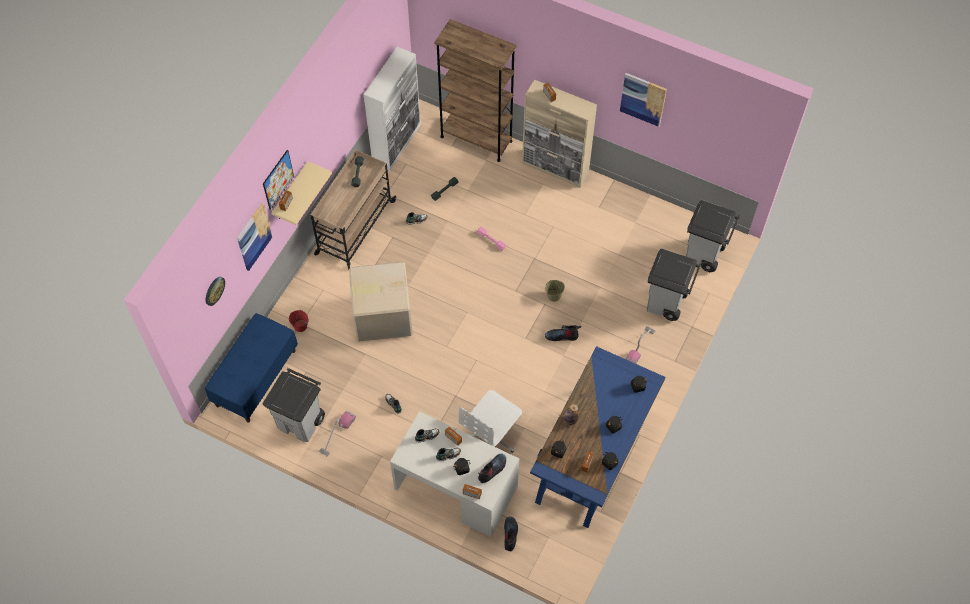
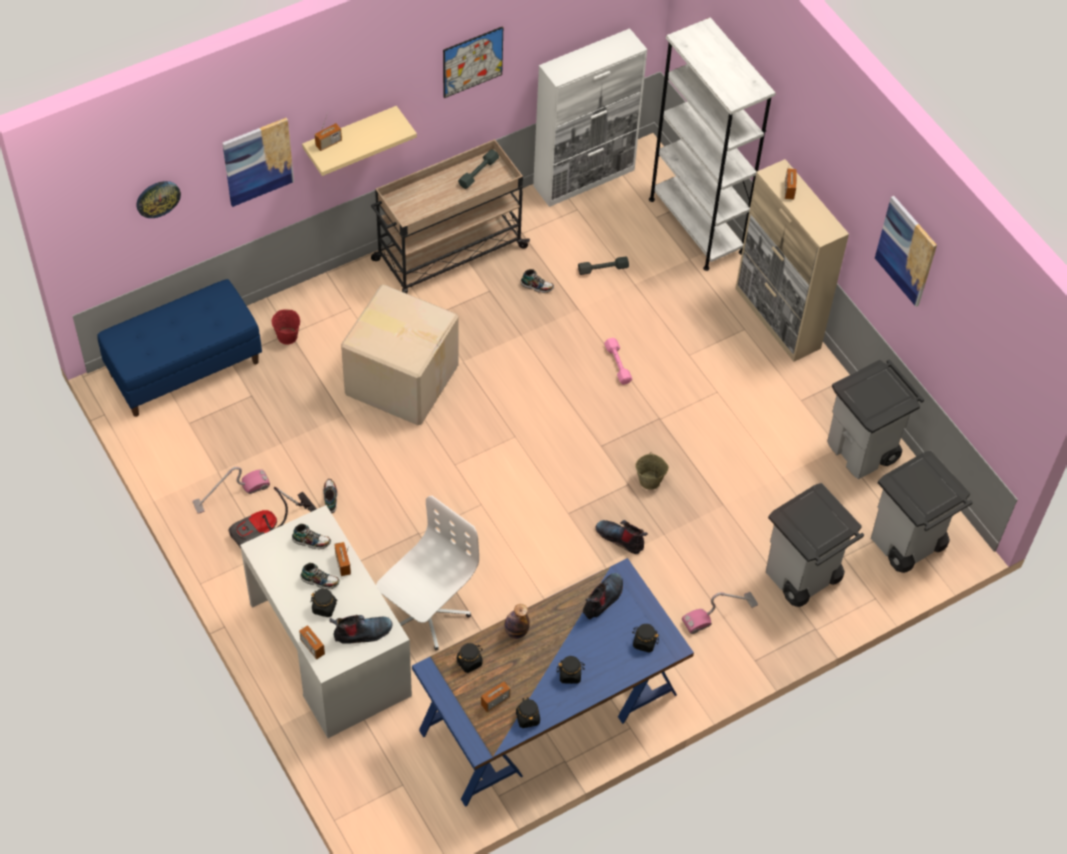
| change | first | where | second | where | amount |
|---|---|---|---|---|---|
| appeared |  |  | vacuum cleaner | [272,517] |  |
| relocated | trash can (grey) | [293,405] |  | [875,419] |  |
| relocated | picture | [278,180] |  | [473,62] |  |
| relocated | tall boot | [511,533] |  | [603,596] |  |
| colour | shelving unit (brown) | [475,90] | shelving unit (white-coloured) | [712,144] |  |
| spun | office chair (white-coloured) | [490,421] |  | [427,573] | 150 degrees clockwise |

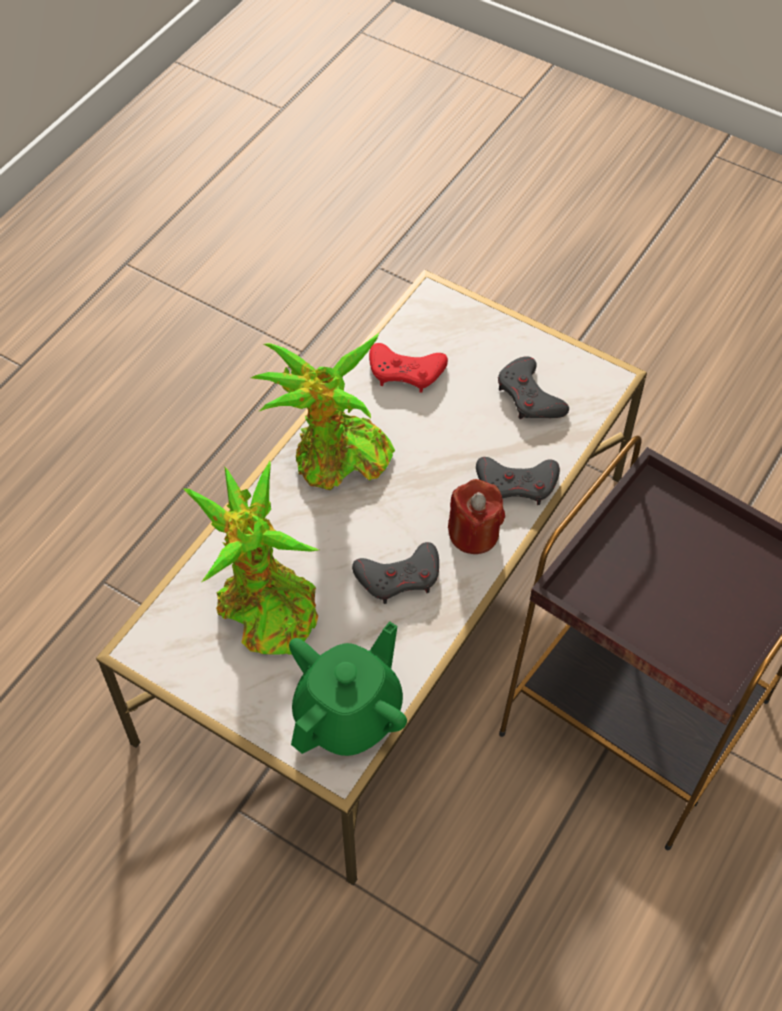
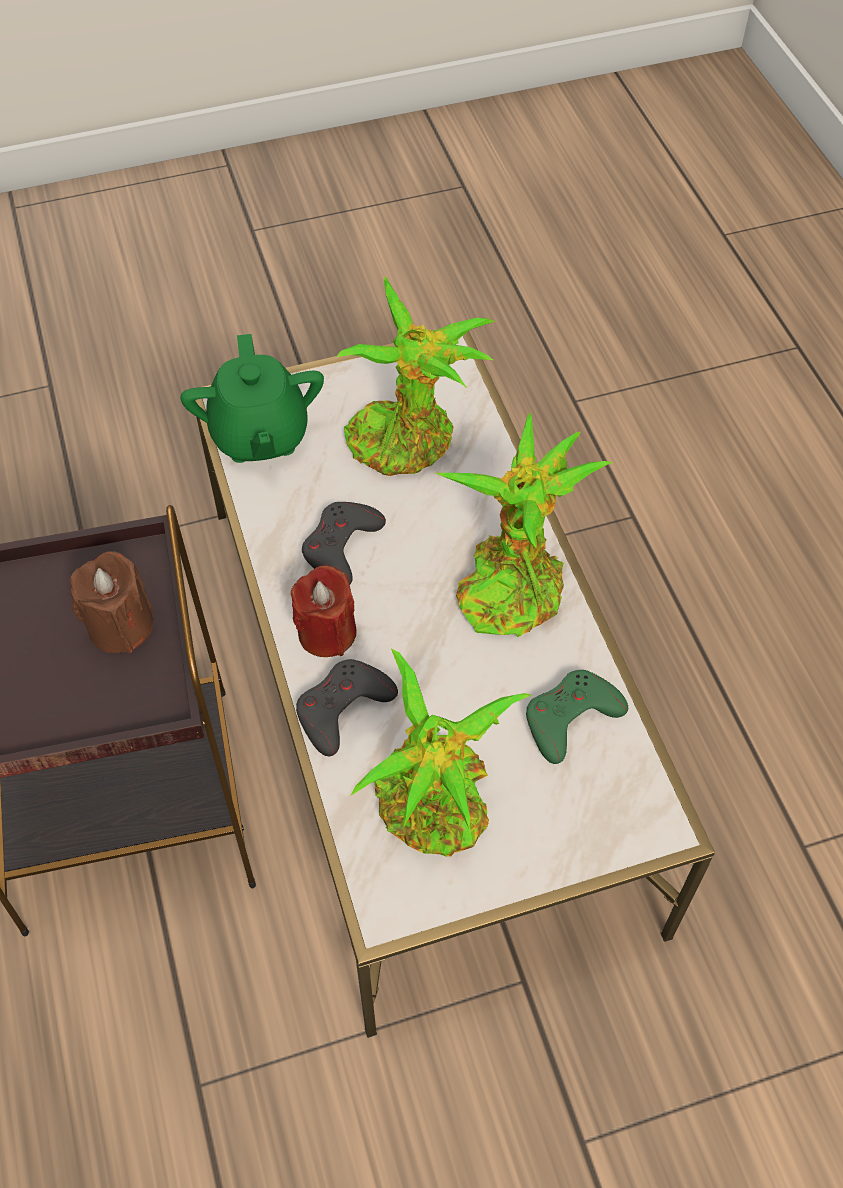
| change | first | where | second | where | amount |
|---|---|---|---|---|---|
| appeared |  |  | candle (brown) | [111,602] |  |
| exchanged | game controller (grey) | [533,387] | potted plant | [441,753] |  |
| colour | game controller (red-coloured) | [408,367] | game controller (green) | [577,717] |  |

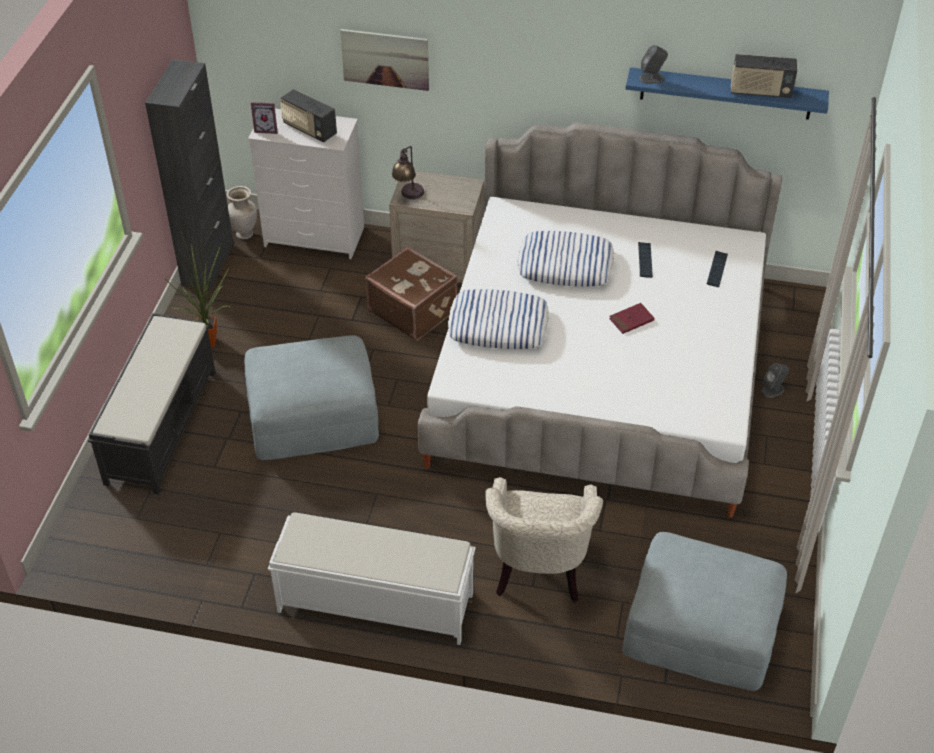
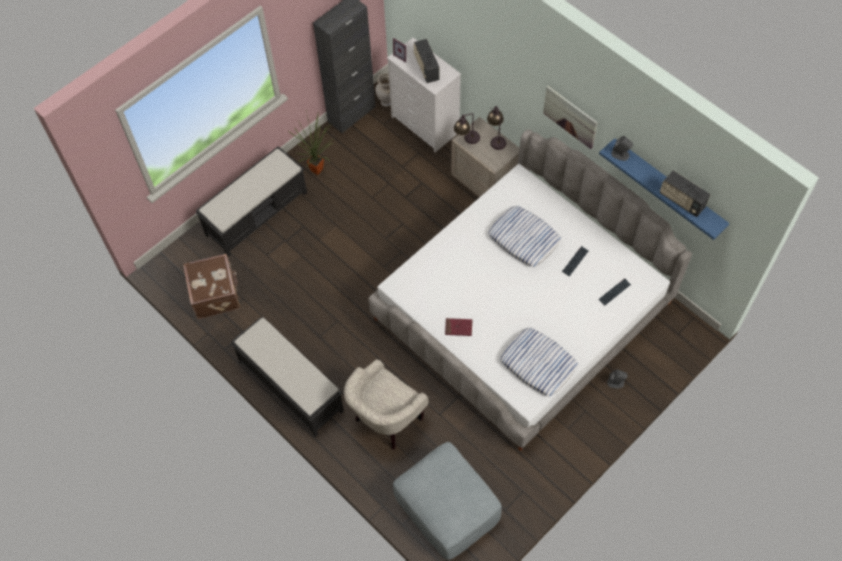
| change | first | where | second | where | amount |
|---|---|---|---|---|---|
| missing | pouffe (grey) | [311,397] |  |  |  |
| appeared |  |  | table lamp | [496,128] |  |
| relocated | picture | [384,60] |  | [570,117] |  |
| relocated | travel case (brown) | [411,294] |  | [211,286] |  |
| relocated | cushion | [498,319] |  | [539,362] |  |
| relocated | book (red-coloured) | [632,318] |  | [458,327] |  |
| colour | long seat (white-coloured) | [372,579] | long seat (blackish) | [287,377] |  |

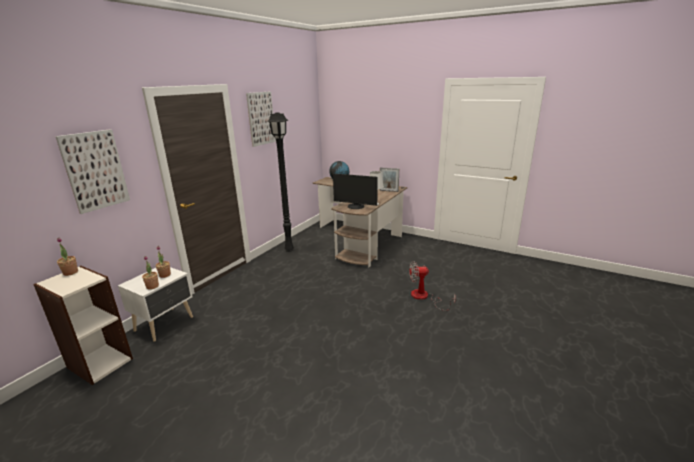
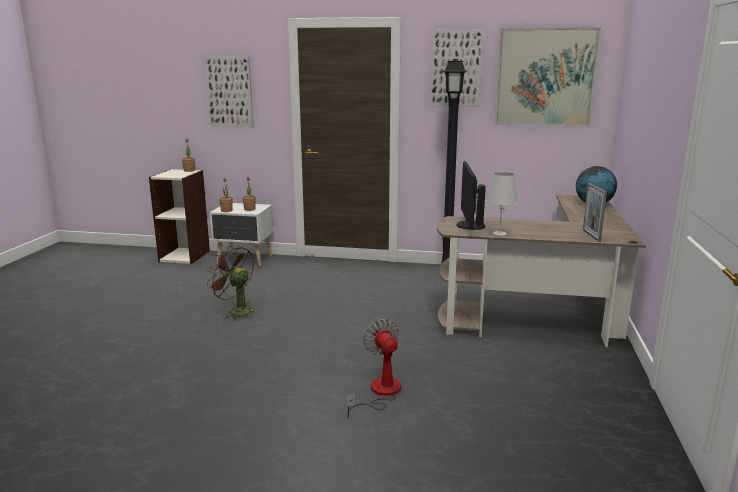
| change | first | where | second | where | amount |
|---|---|---|---|---|---|
| appeared |  |  | electric fan (brown) | [230,282] |  |
| appeared |  |  | picture | [547,77] |  |

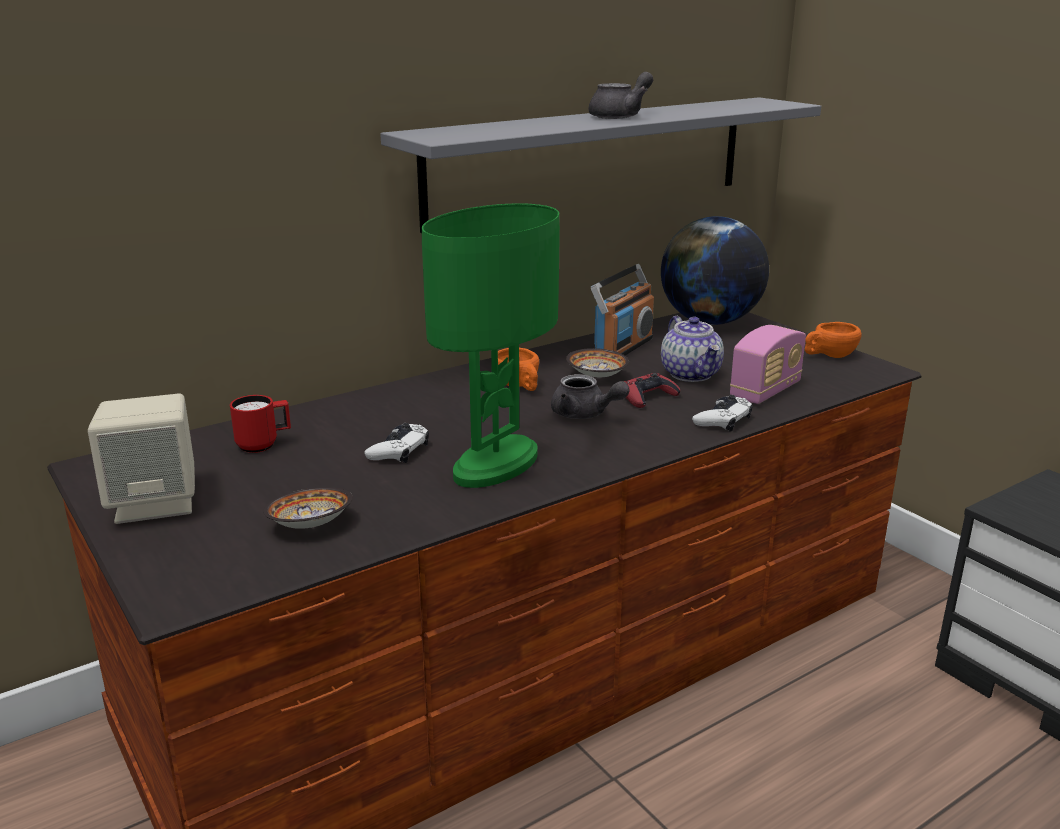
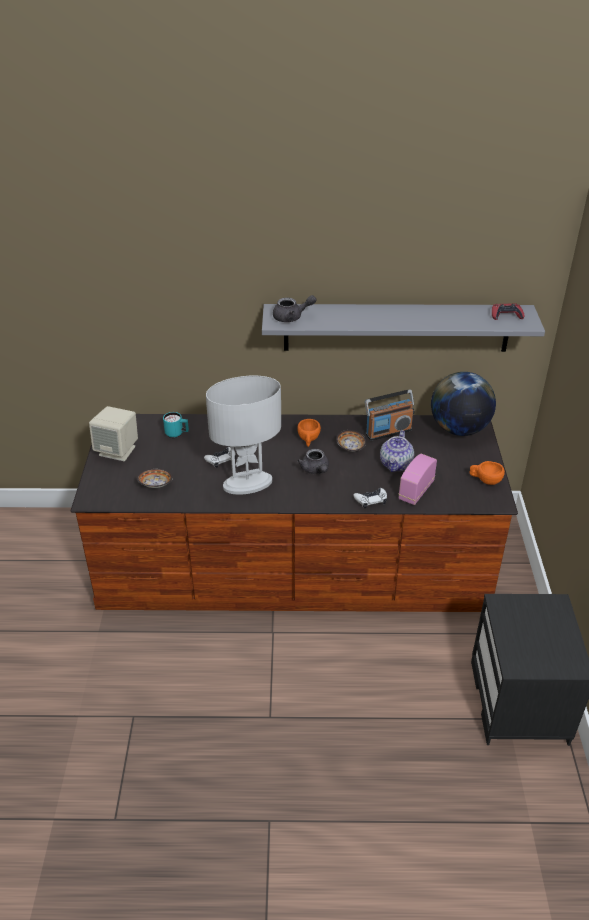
| change | first | where | second | where | amount |
|---|---|---|---|---|---|
| relocated | tea pot (grey) | [620,95] |  | [295,308] |  |
| relocated | game controller (red-coloured) | [652,390] |  | [508,311] |  |
| colour | mug (red-coloured) | [260,424] | mug (turquoise-coloured) | [176,425] |  |
| colour | table lamp (green) | [491,346] | table lamp (white-coloured) | [243,435] |  |
| spun | radio receiver | [768,364] |  | [418,479] | 135 degrees clockwise |

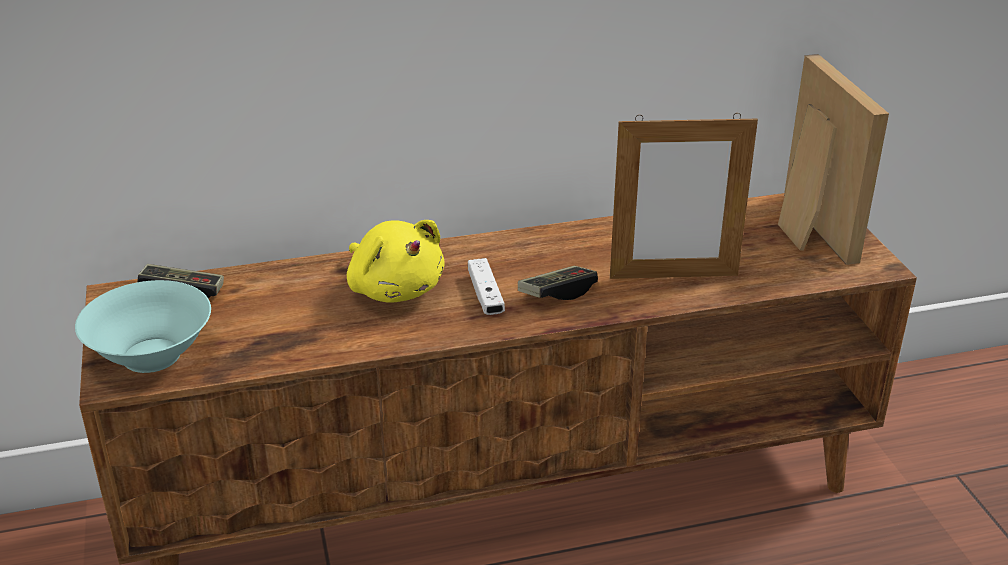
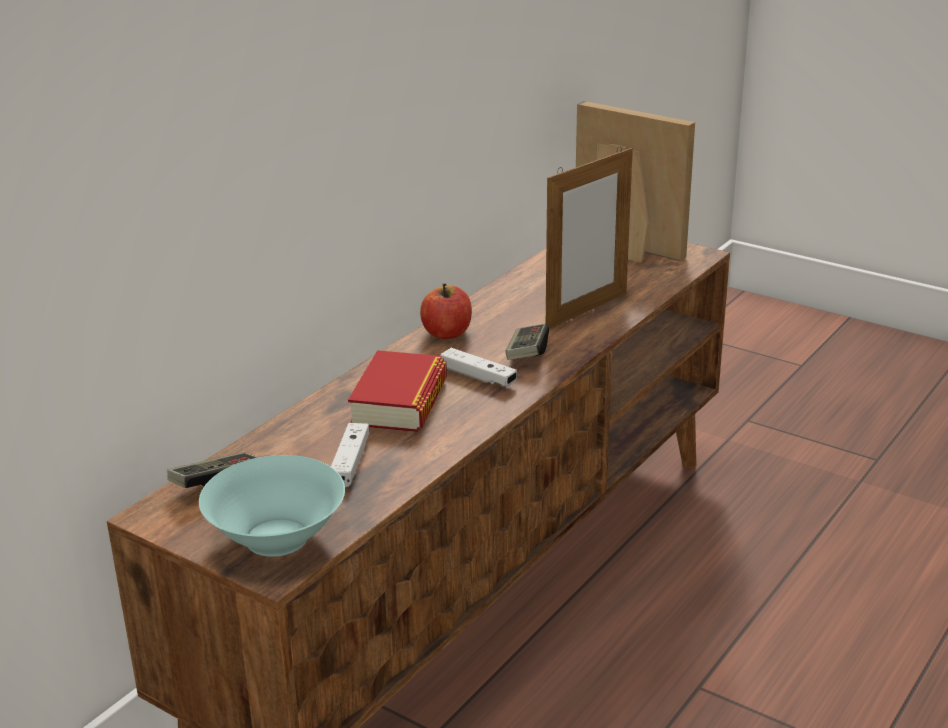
| change | first | where | second | where | amount |
|---|---|---|---|---|---|
| appeared |  |  | game controller (white-coloured) | [350,455] |  |
| appeared |  |  | apple fruit | [446,311] |  |
| exchanged | cuddly toy (yellow) | [396,261] | book | [397,391] |  |

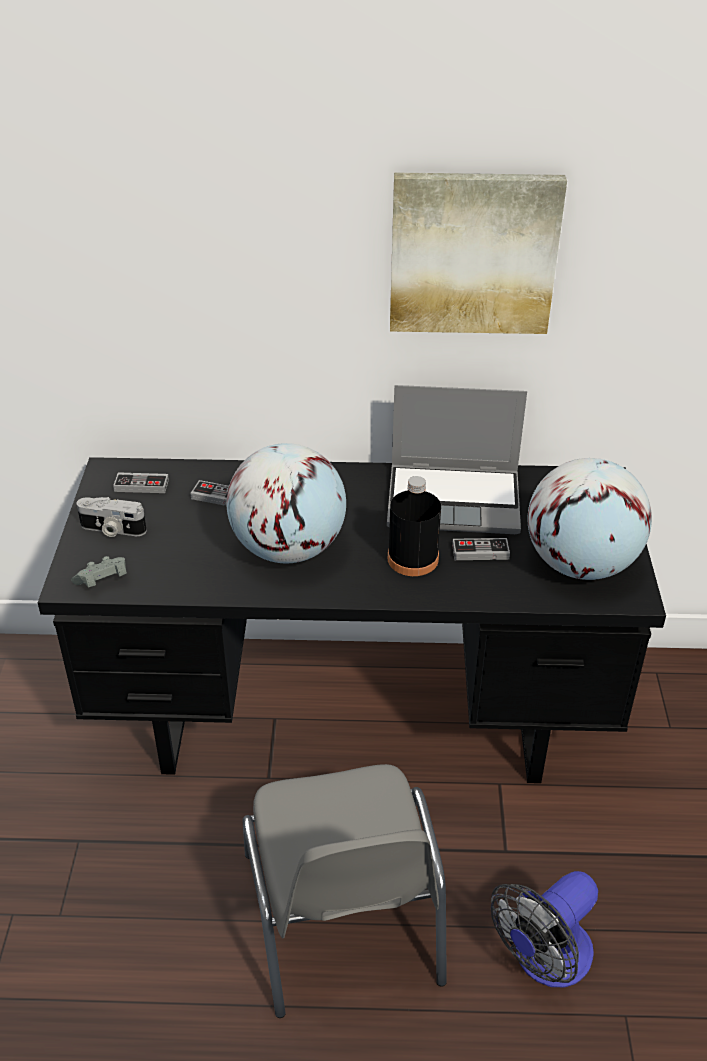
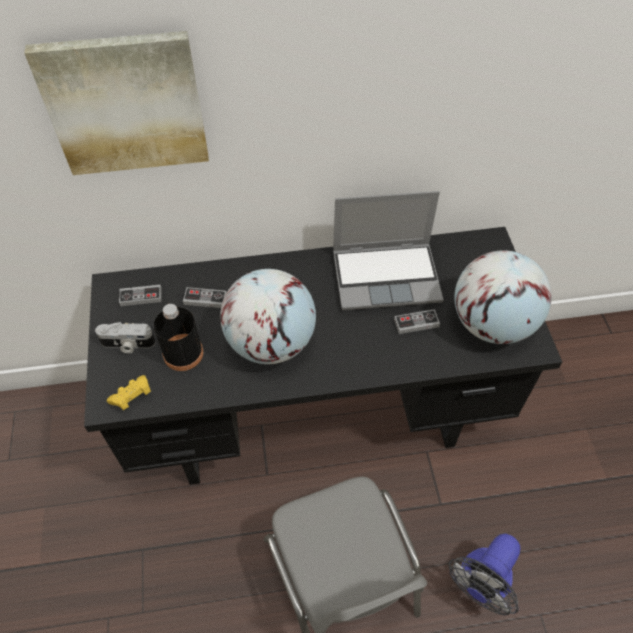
| change | first | where | second | where | amount |
|---|---|---|---|---|---|
| relocated | beverage bottle (blackish) | [414,526] |  | [178,337] |  |
| relocated | picture | [478,253] |  | [116,103] |  |
| colour | game controller (grey) | [99,571] | game controller (yellow) | [129,392] |  |

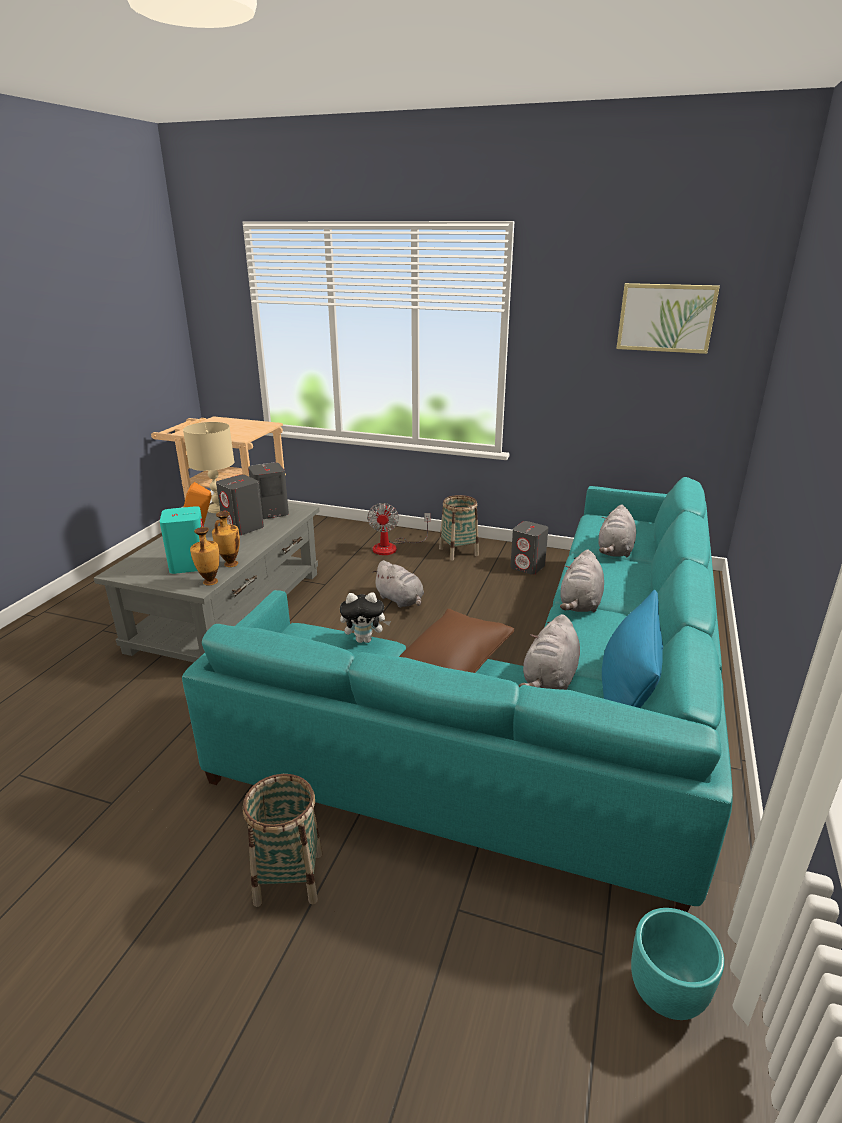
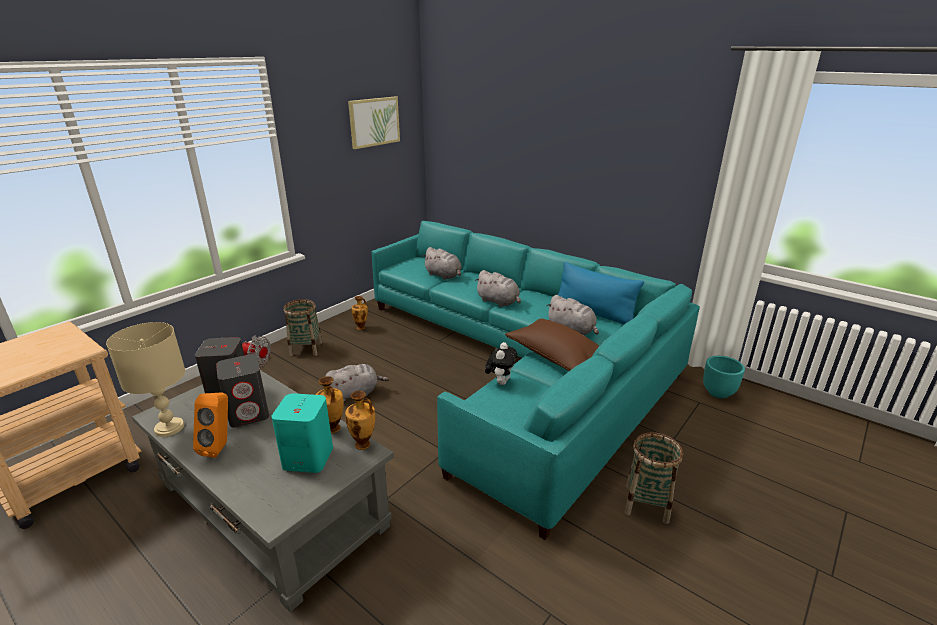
| change | first | where | second | where | amount |
|---|---|---|---|---|---|
| exchanged | loudspeaker (grey) | [529,548] | vase | [359,313] |  |

